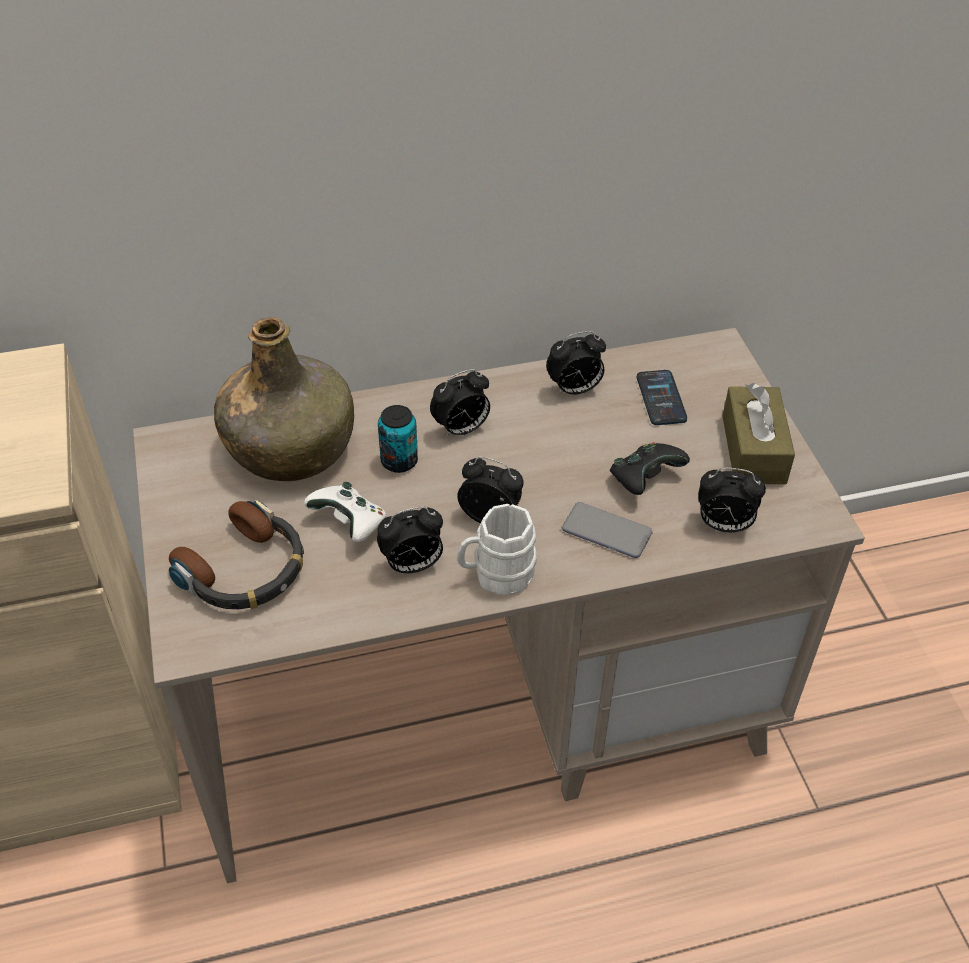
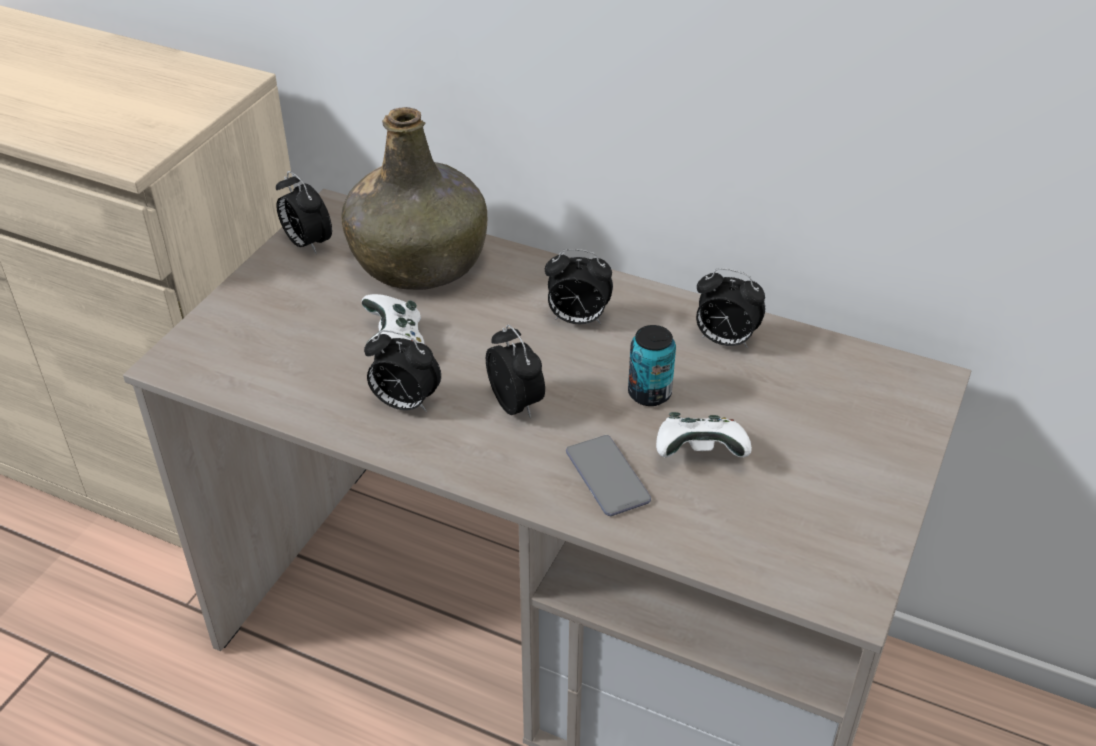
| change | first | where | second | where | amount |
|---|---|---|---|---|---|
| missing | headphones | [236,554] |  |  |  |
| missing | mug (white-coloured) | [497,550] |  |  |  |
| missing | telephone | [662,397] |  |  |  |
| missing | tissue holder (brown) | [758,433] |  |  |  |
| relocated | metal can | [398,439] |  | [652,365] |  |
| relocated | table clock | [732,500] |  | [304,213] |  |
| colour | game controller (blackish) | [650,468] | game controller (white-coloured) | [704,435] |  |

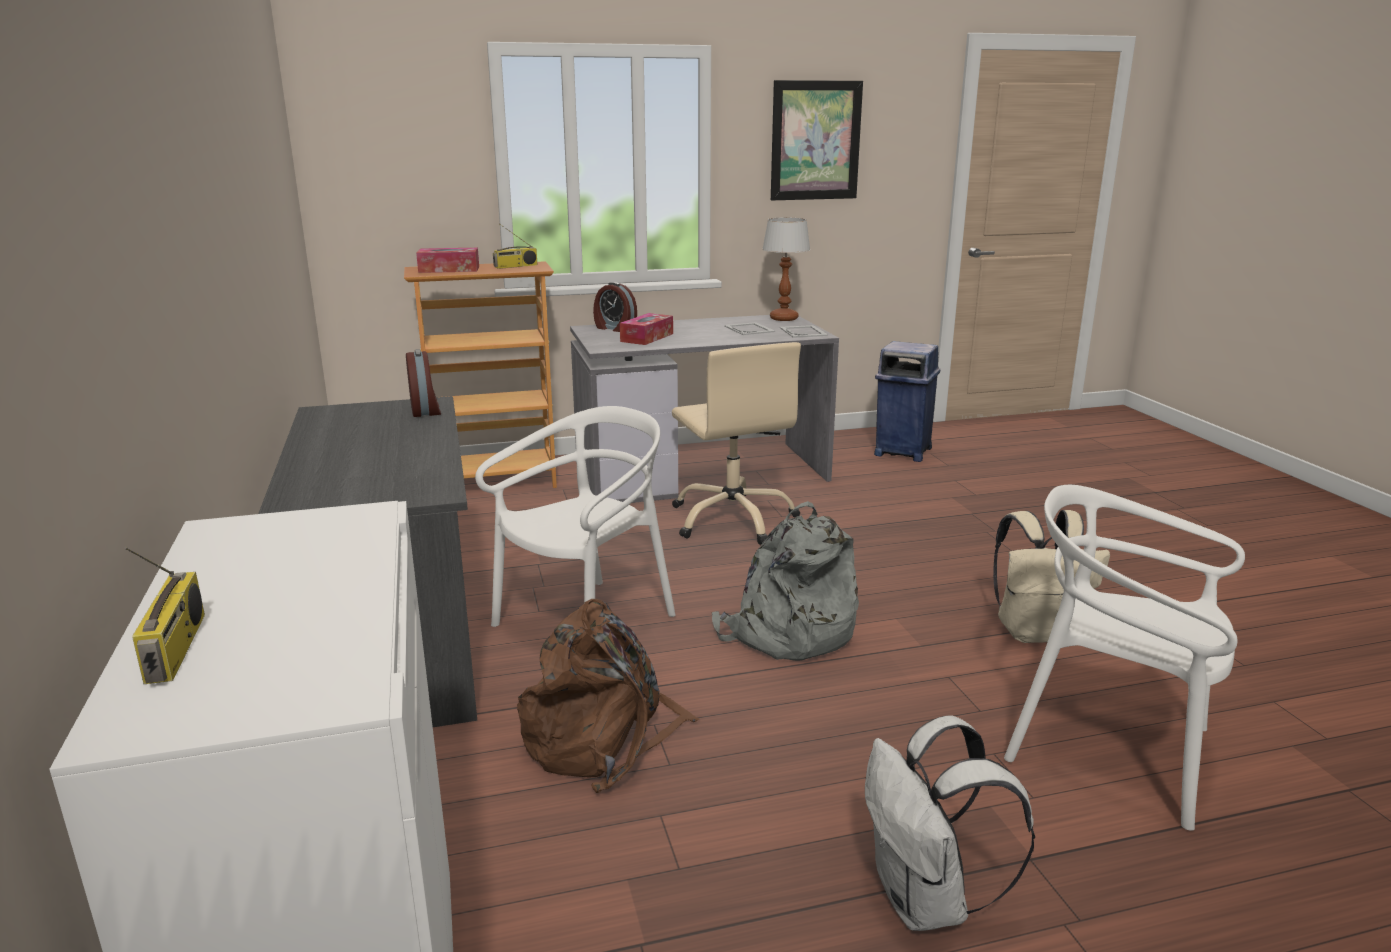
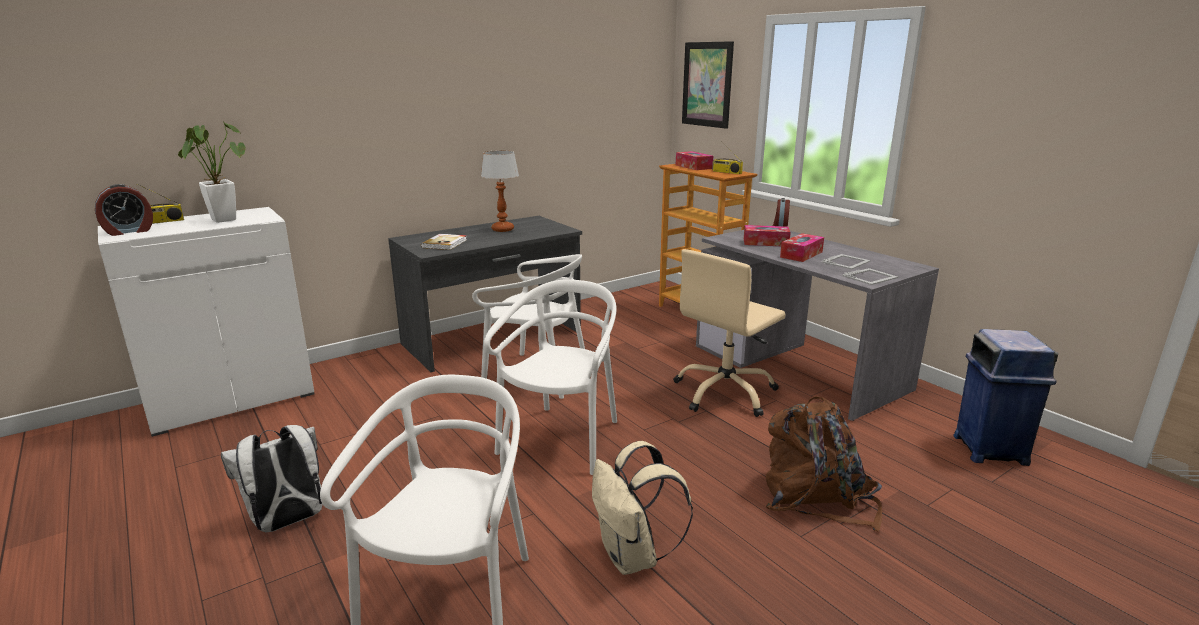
| change | first | where | second | where | amount |
|---|---|---|---|---|---|
| appeared |  |  | potted plant | [212,171] |  |
| appeared |  |  | book | [444,242] |  |
| appeared |  |  | tissue holder | [802,247] |  |
| relocated | table clock | [423,383] |  | [124,210] |  |
| relocated | knapsack (brown) | [608,696] |  | [824,464] |  |
| relocated | table lamp | [786,269] |  | [500,191] |  |
| relocated | picture | [817,140] |  | [708,85] |  |
| exchanged | knapsack (grey) | [785,581] | upright chair (white-coloured) | [550,377] |  |

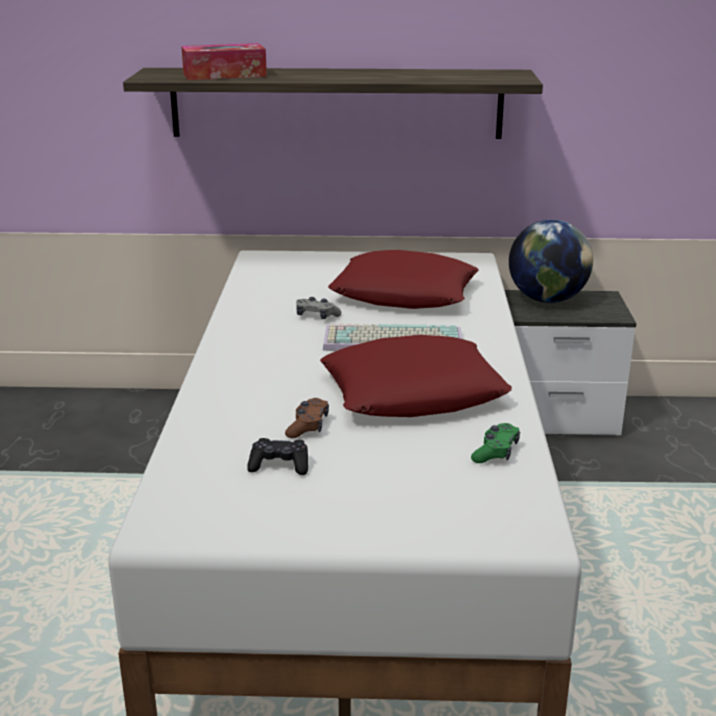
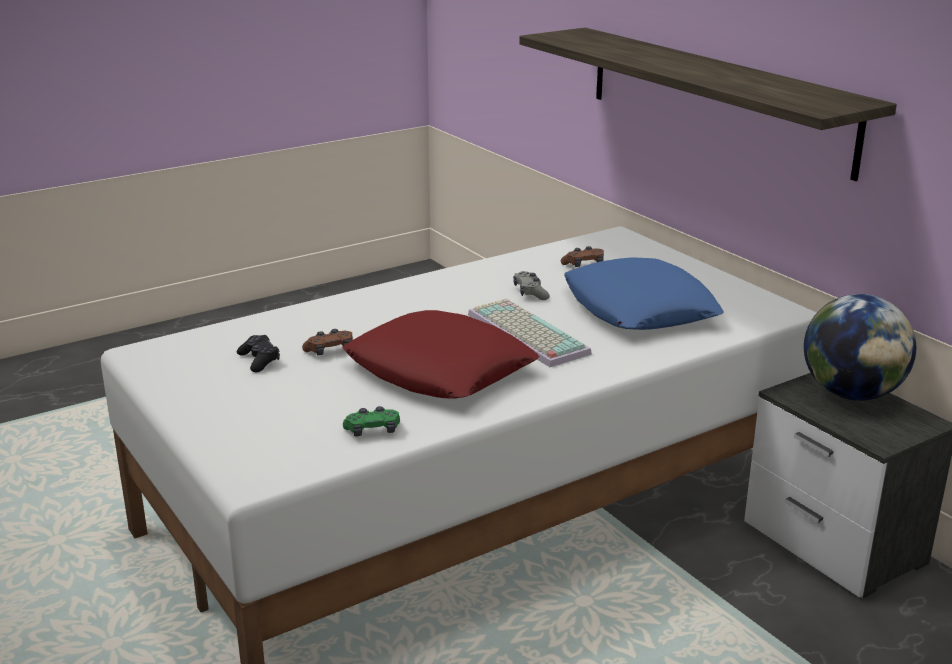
| change | first | where | second | where | amount |
|---|---|---|---|---|---|
| missing | tissue holder | [224,61] |  |  |  |
| appeared |  |  | game controller (brown) | [582,256] |  |
| colour | cushion (red-coloured) | [403,279] | cushion (blue) | [644,293] |  |

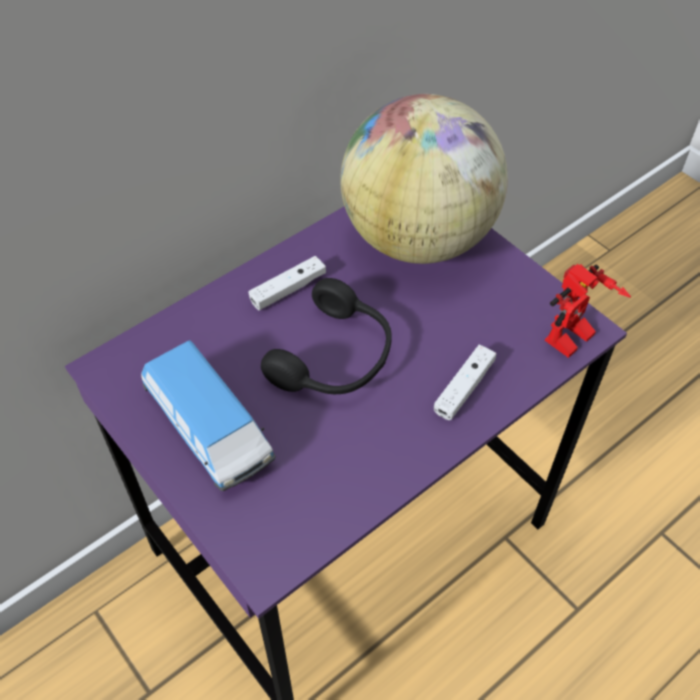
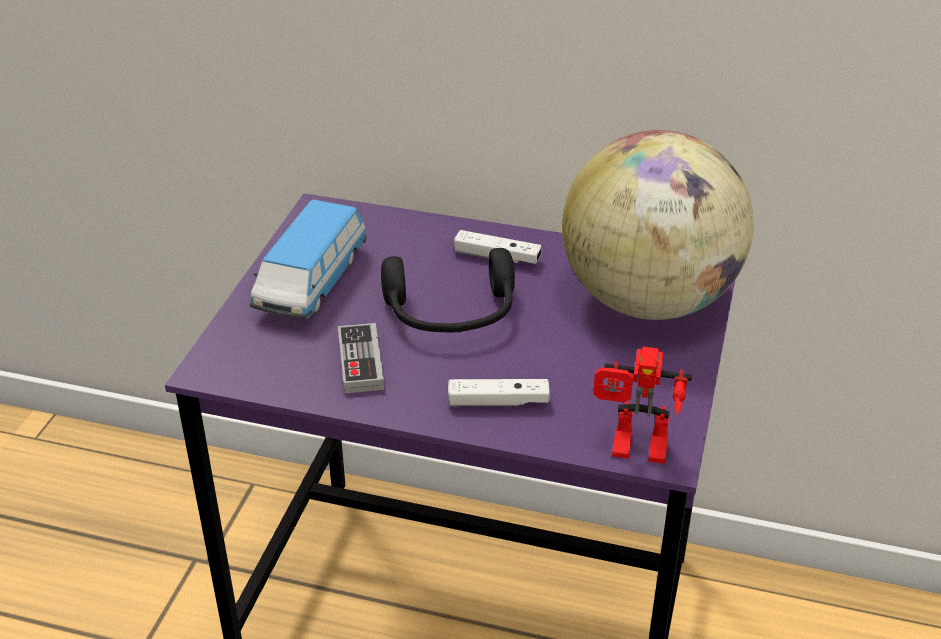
| change | first | where | second | where | amount |
|---|---|---|---|---|---|
| appeared |  |  | game controller | [361,358] |  |

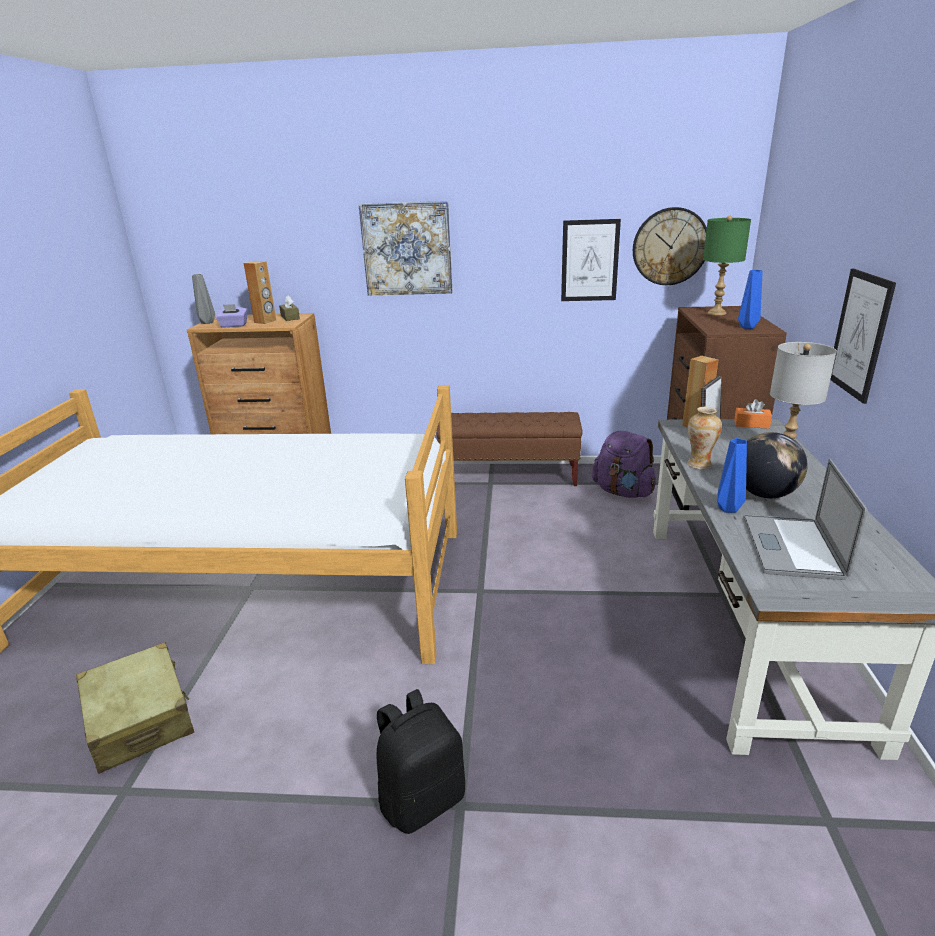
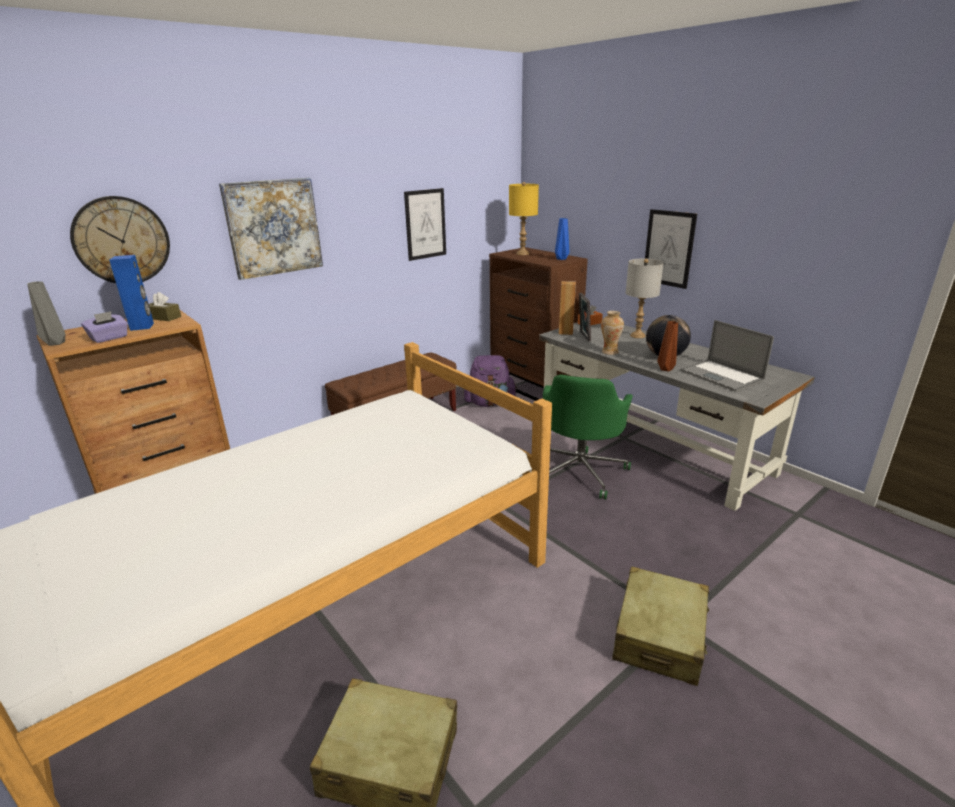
| change | first | where | second | where | amount |
|---|---|---|---|---|---|
| appeared |  |  | office chair (green) | [588,436] |  |
| relocated | hanging clock | [670,246] |  | [120,239] |  |
| exchanged | knapsack (blackish) | [420,761] | travel case (beige) | [660,626] |  |
| colour | loudspeaker (brown) | [260,292] | loudspeaker (blue) | [131,293] |  |
| colour | table lamp (green) | [727,265] | table lamp (yellow) | [524,218] |  |
| colour | vase (blue) | [732,475] | vase (brown) | [667,346] |  |

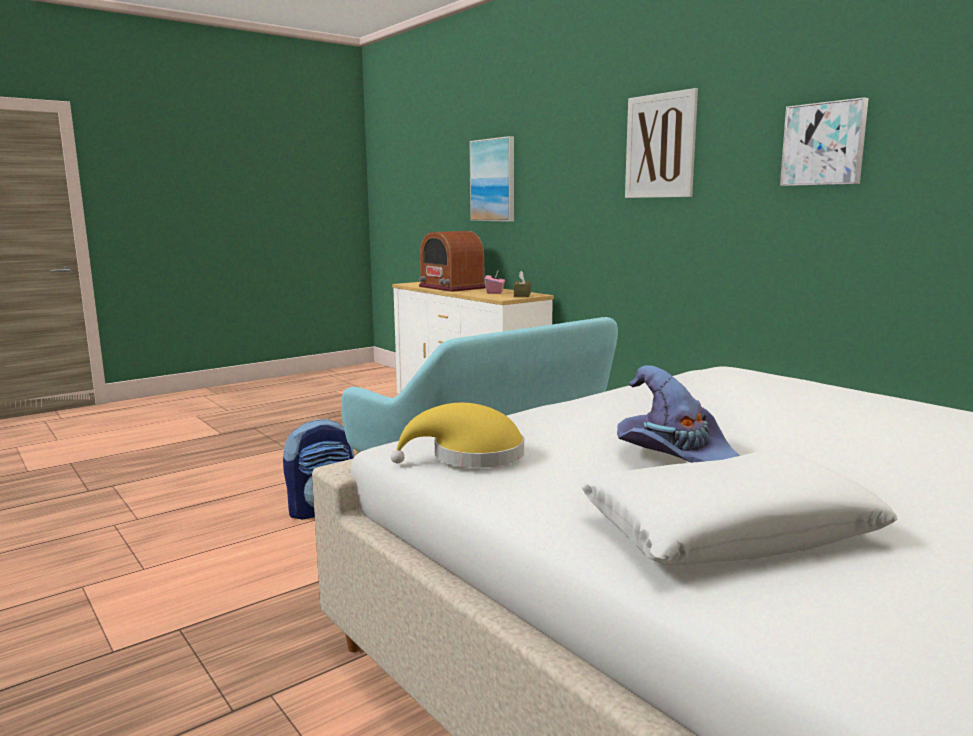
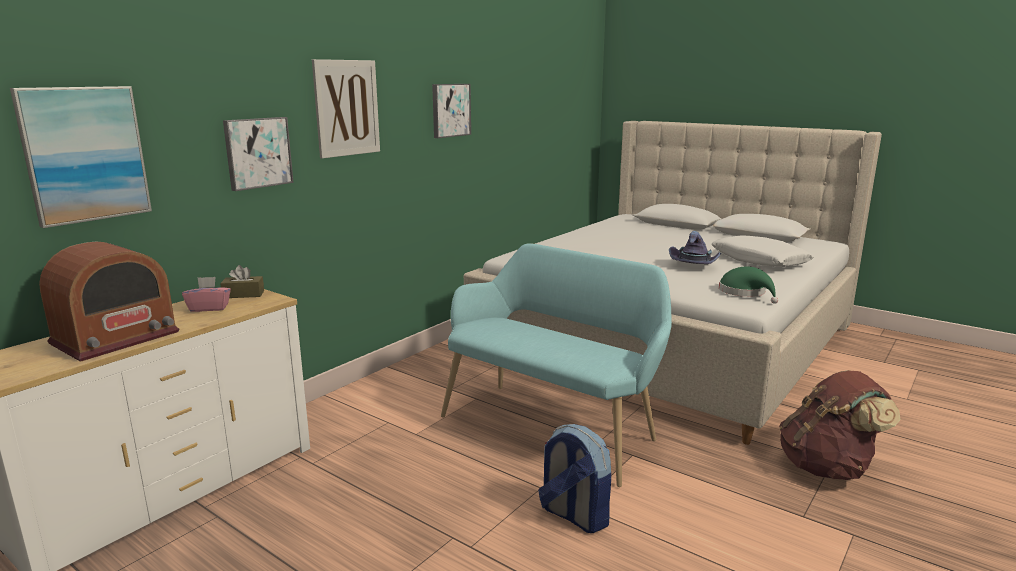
| change | first | where | second | where | amount |
|---|---|---|---|---|---|
| appeared |  |  | picture | [258,154] |  |
| appeared |  |  | knapsack (brown) | [840,425] |  |
| colour | clothing hat (yellow) | [457,435] | clothing hat (green) | [748,285] |  |

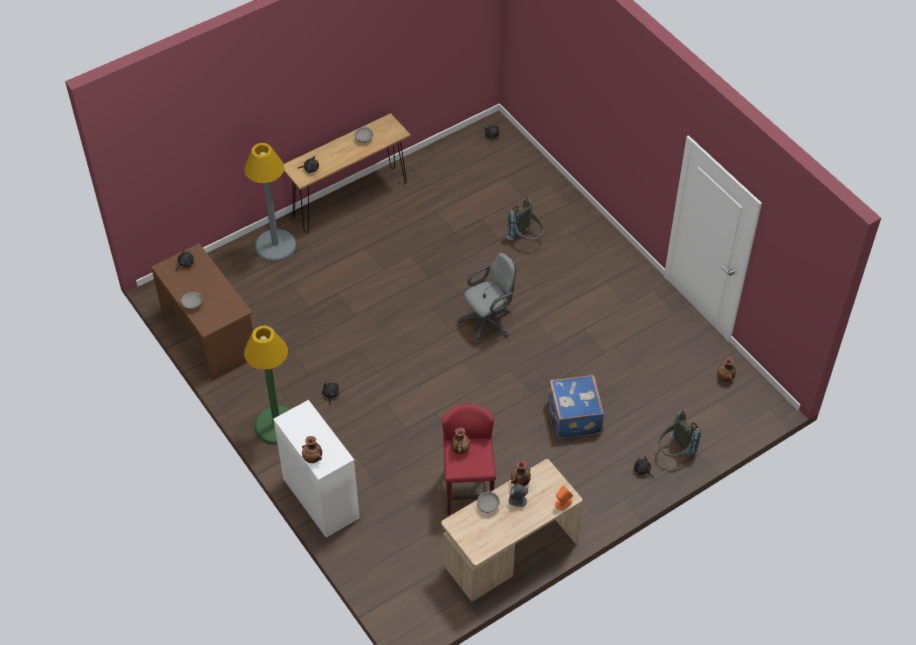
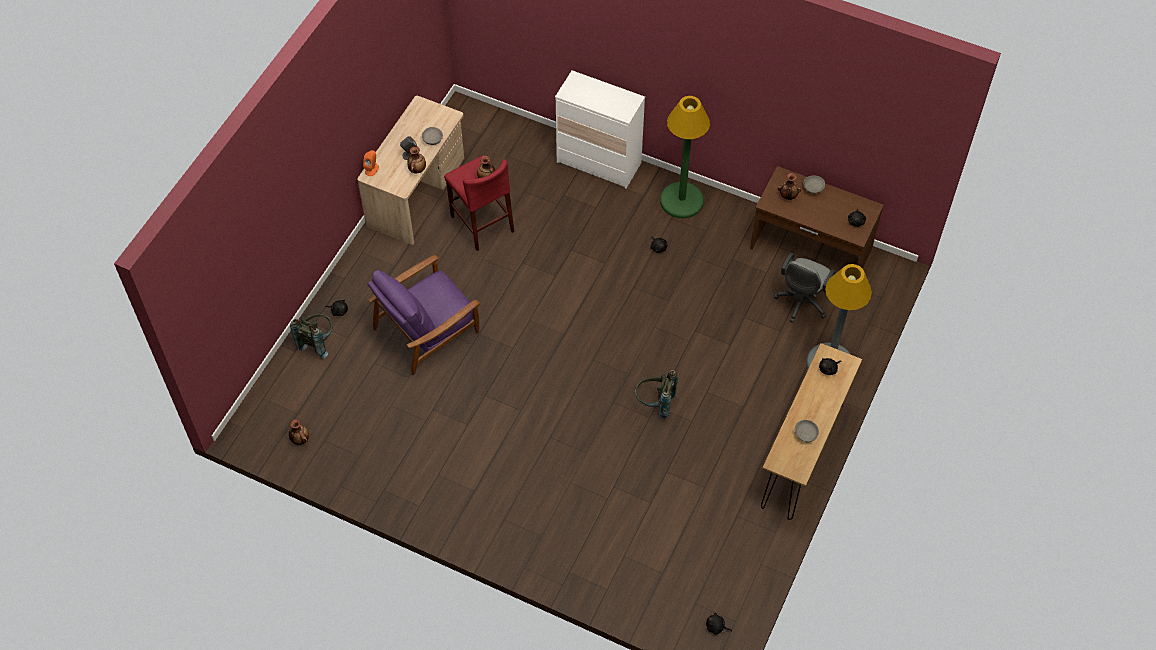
| change | first | where | second | where | amount |
|---|---|---|---|---|---|
| relocated | vase | [312,449] |  | [789,186] |  |
| relocated | office chair (grey) | [487,298] |  | [805,288] |  |
| relocated | knapsack (grey) | [525,219] |  | [656,394] |  |
| exchanged | travel case (blue) | [576,407] | armchair (purplish) | [424,315] |  |

